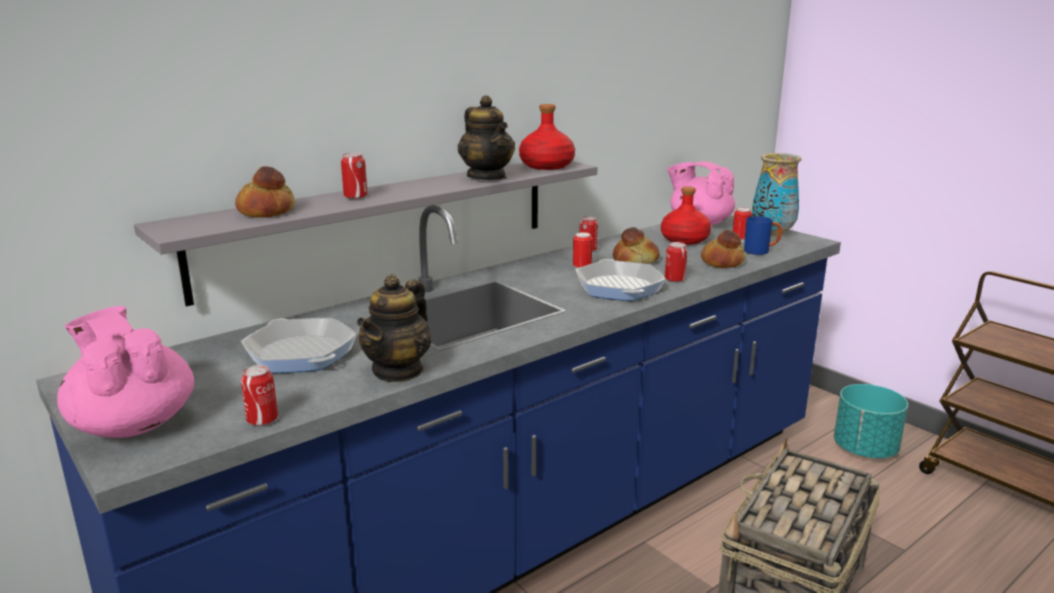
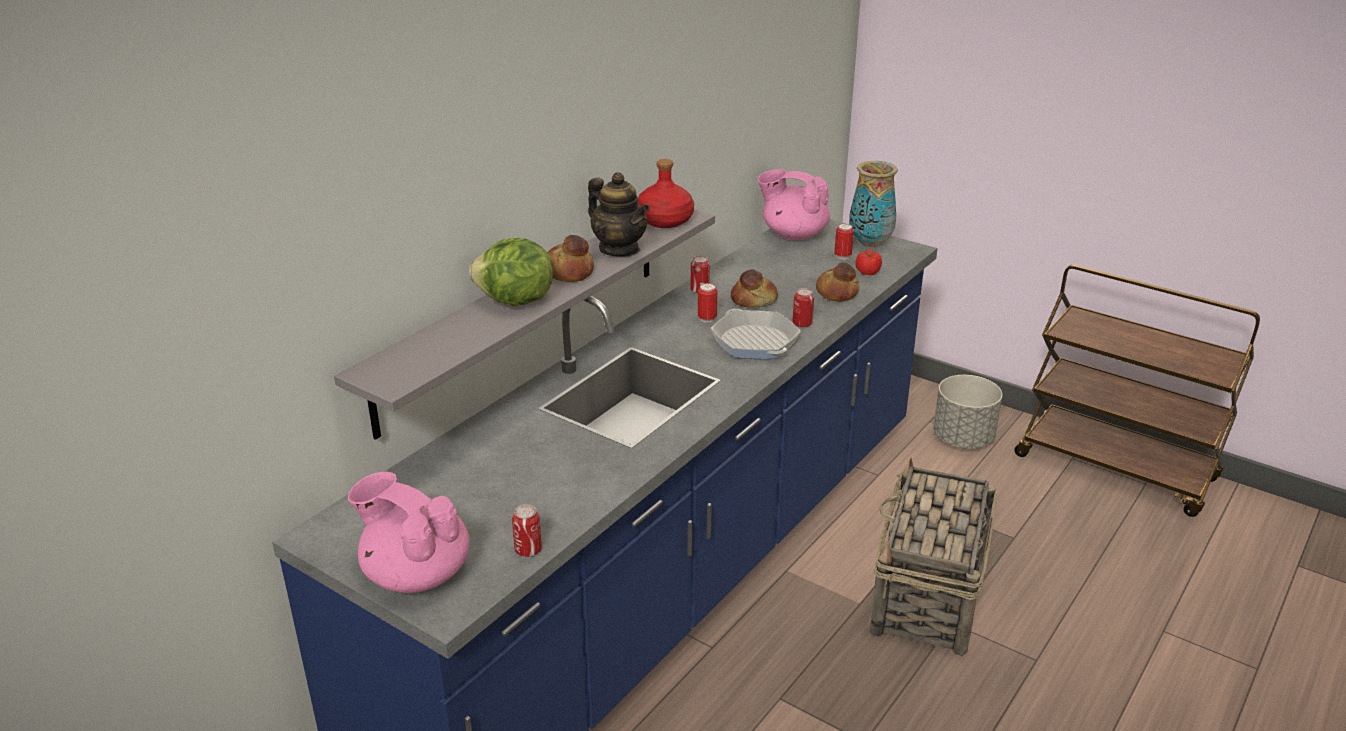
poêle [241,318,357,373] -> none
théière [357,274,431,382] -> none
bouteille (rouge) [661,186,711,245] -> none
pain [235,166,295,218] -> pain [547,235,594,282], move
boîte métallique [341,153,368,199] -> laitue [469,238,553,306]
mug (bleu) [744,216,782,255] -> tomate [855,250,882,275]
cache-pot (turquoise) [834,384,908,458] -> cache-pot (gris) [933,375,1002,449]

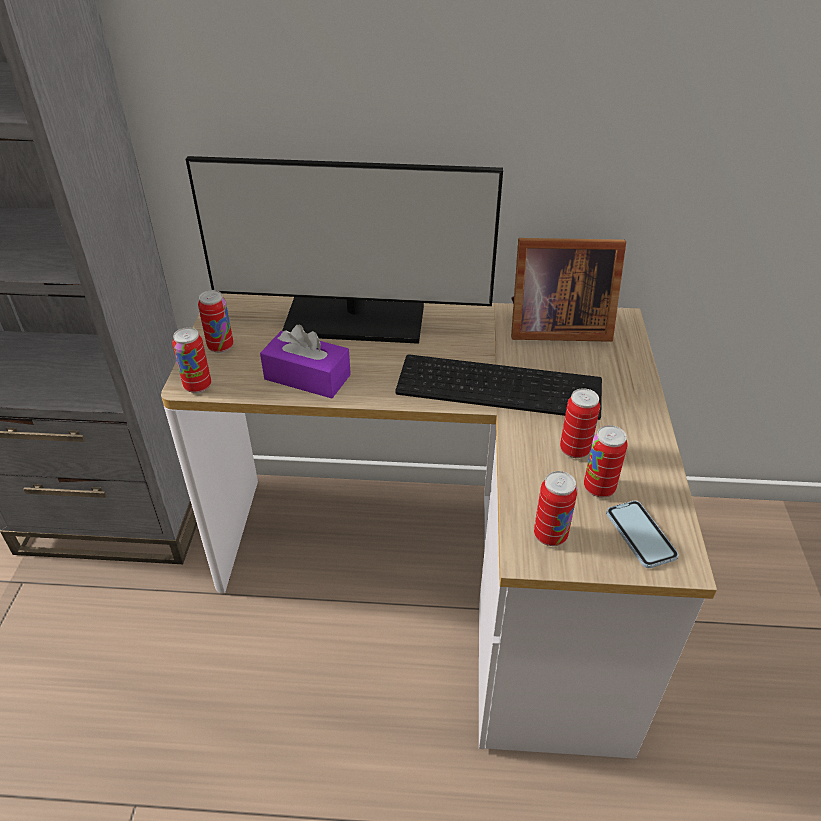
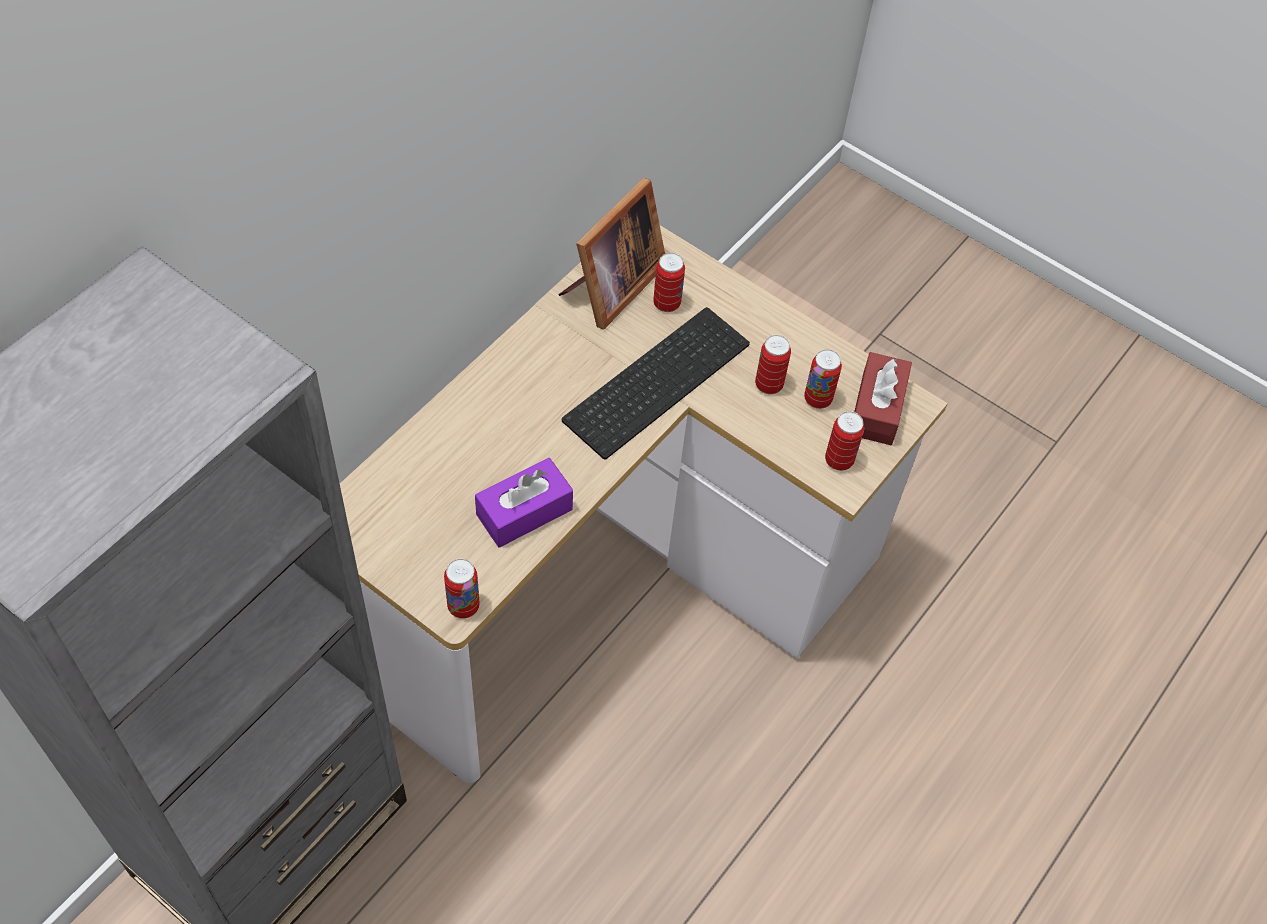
écran d'ordinateur [186,156,503,344] -> none
boîte métallique [198,290,233,353] -> boîte métallique [653,253,685,312], move
téléphone [606,501,679,568] -> boîte à mouchoirs (rouge) [854,352,912,445]

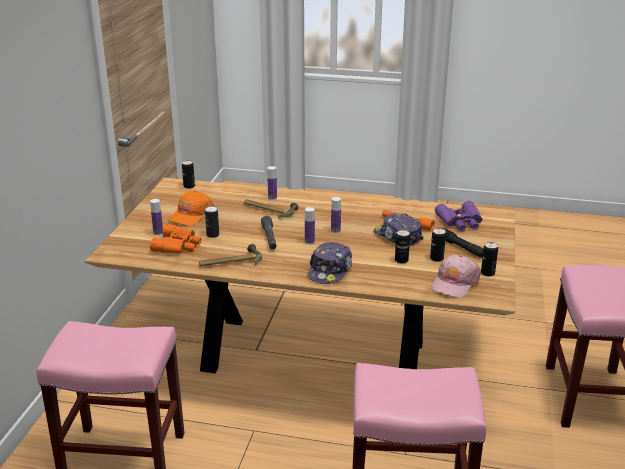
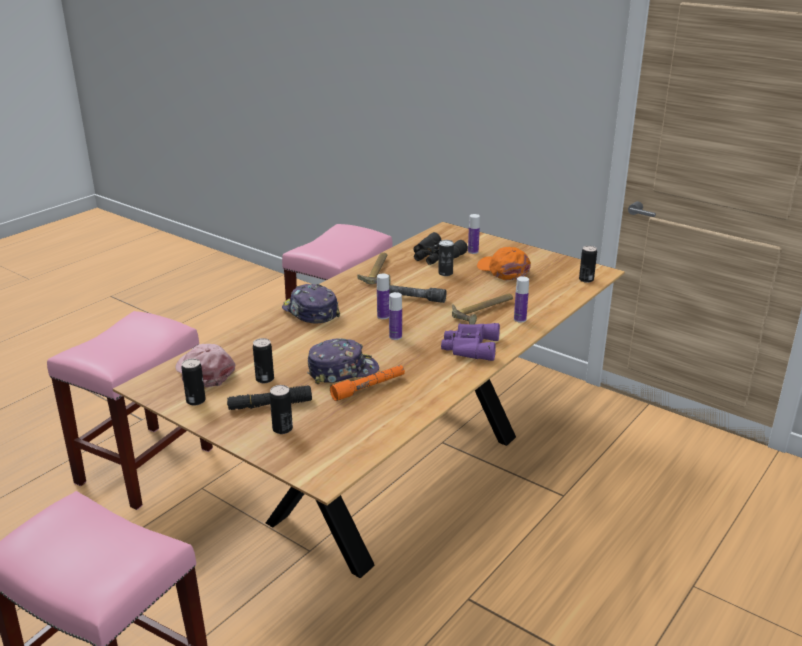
boîte métallique [395,230,410,264] -> boîte métallique [270,385,293,434], move
jumelles (violet) [435,201,482,231] -> jumelles (violet) [441,323,500,361], move
jumelles (orange) [150,223,201,253] -> jumelles (noir) [413,232,468,265]

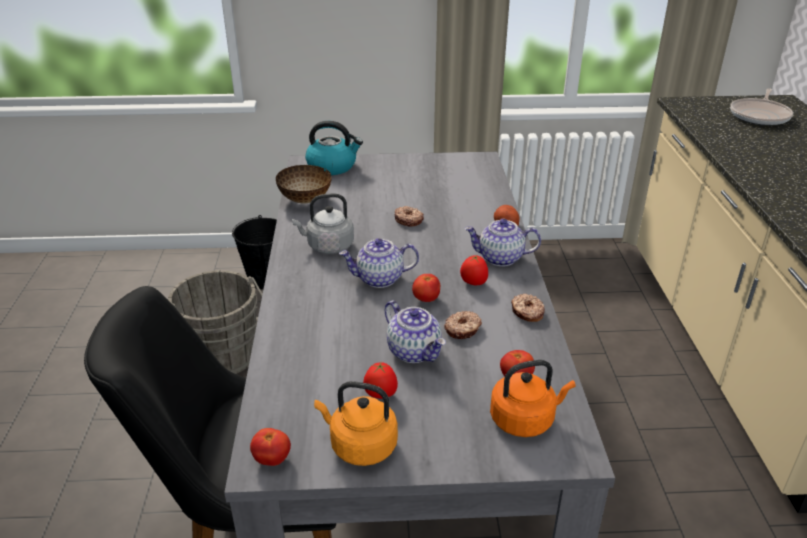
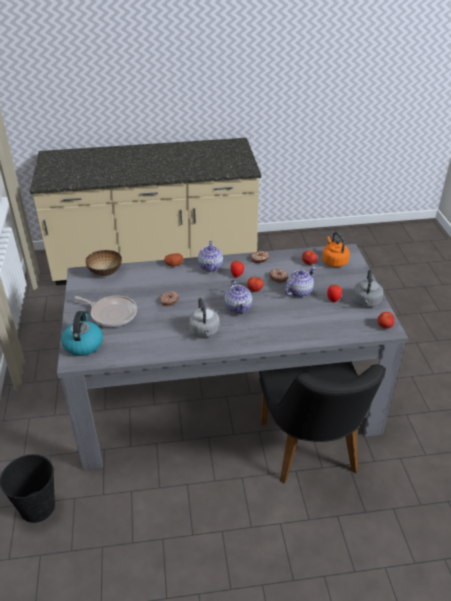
seau (gris) [168,270,262,374] -> none
bol [276,165,331,203] -> bol [86,250,122,276], move
poêle [730,88,793,126] -> poêle [74,295,137,327], move
bouilloire (orange) [314,381,398,466] -> bouilloire (gris) [353,269,384,307]

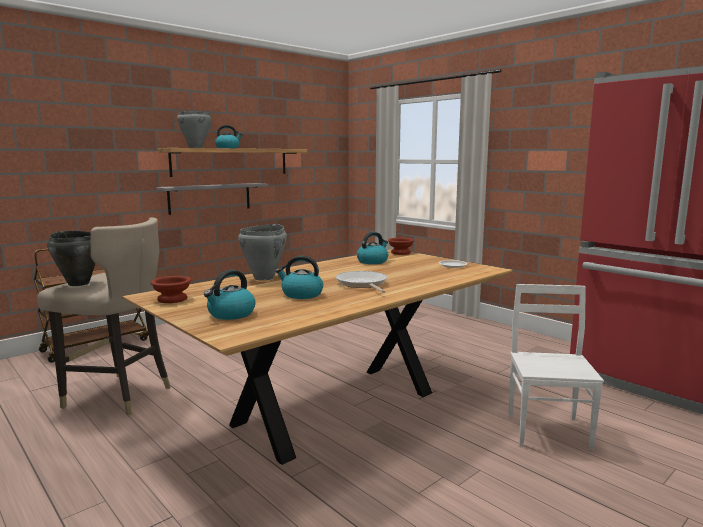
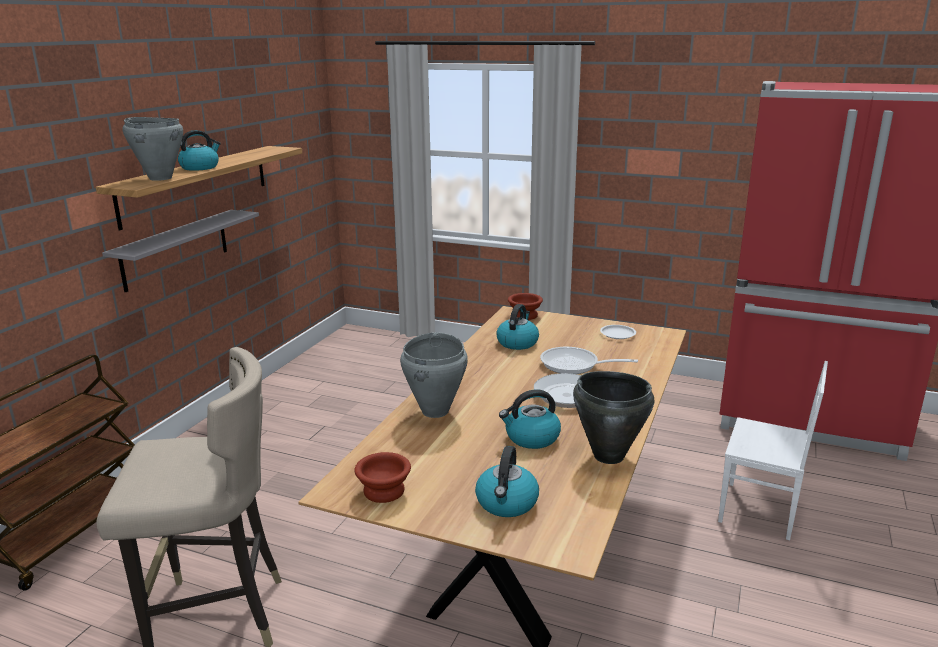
none -> poêle [540,347,638,374]
marmite (noir) [47,231,96,286] -> marmite (noir) [573,371,654,464], move
chaise (blanc) [509,284,604,450] -> chaise (blanc) [718,361,828,540], 135 degrees clockwise

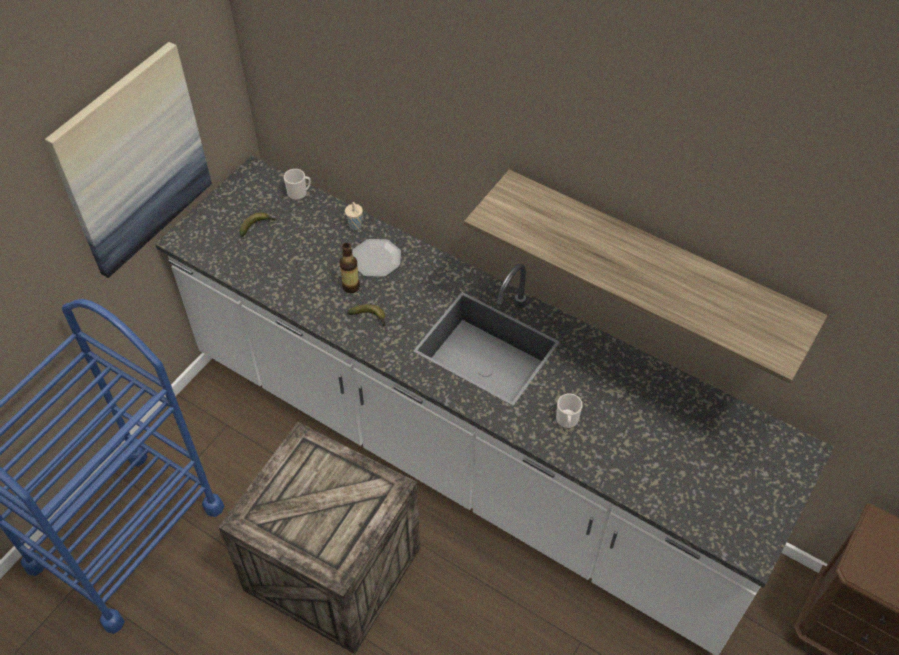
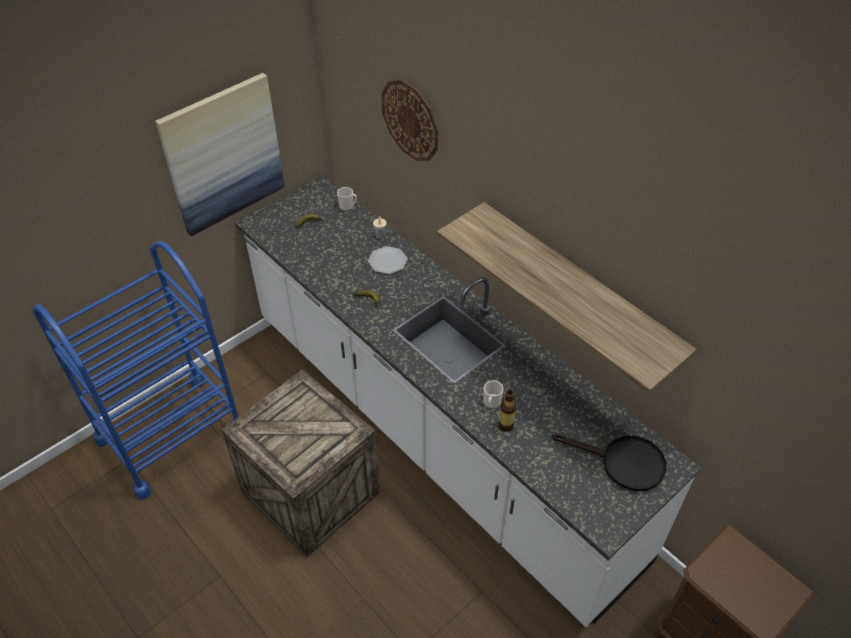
none -> horloge murale [381,80,438,161]
none -> poêle (noir) [552,434,667,491]
bouteille [339,243,360,293] -> bouteille [498,390,516,432], move

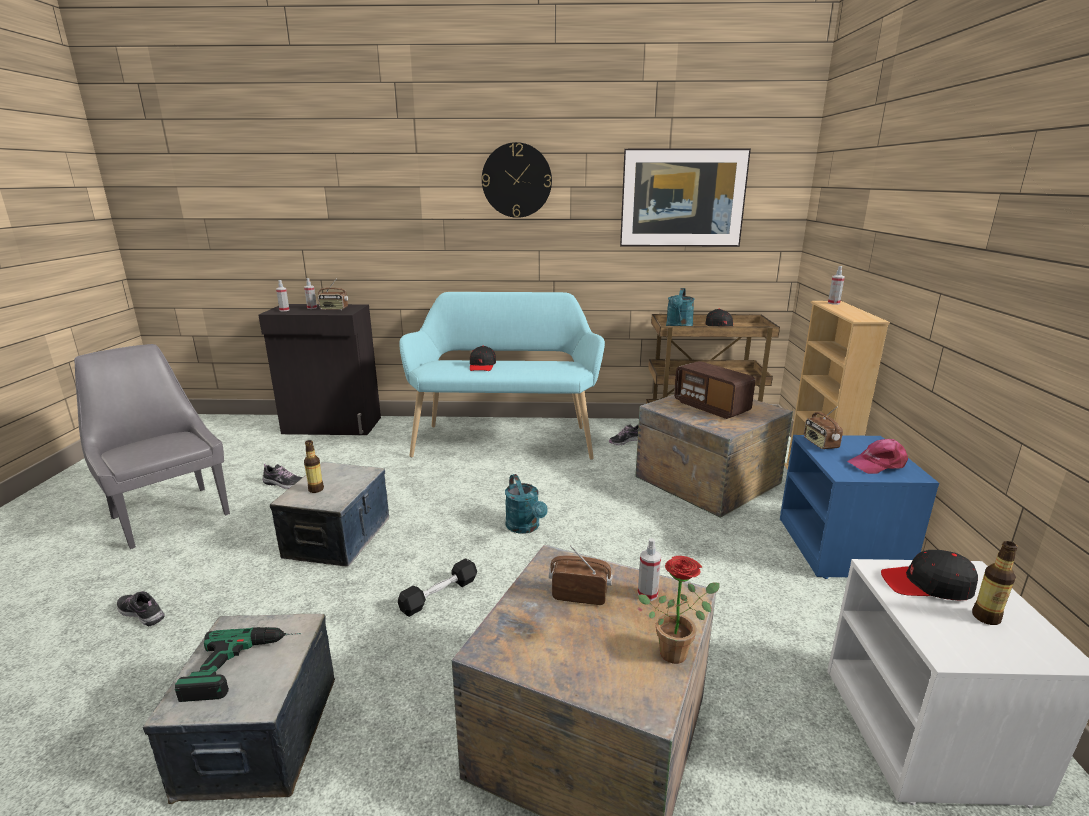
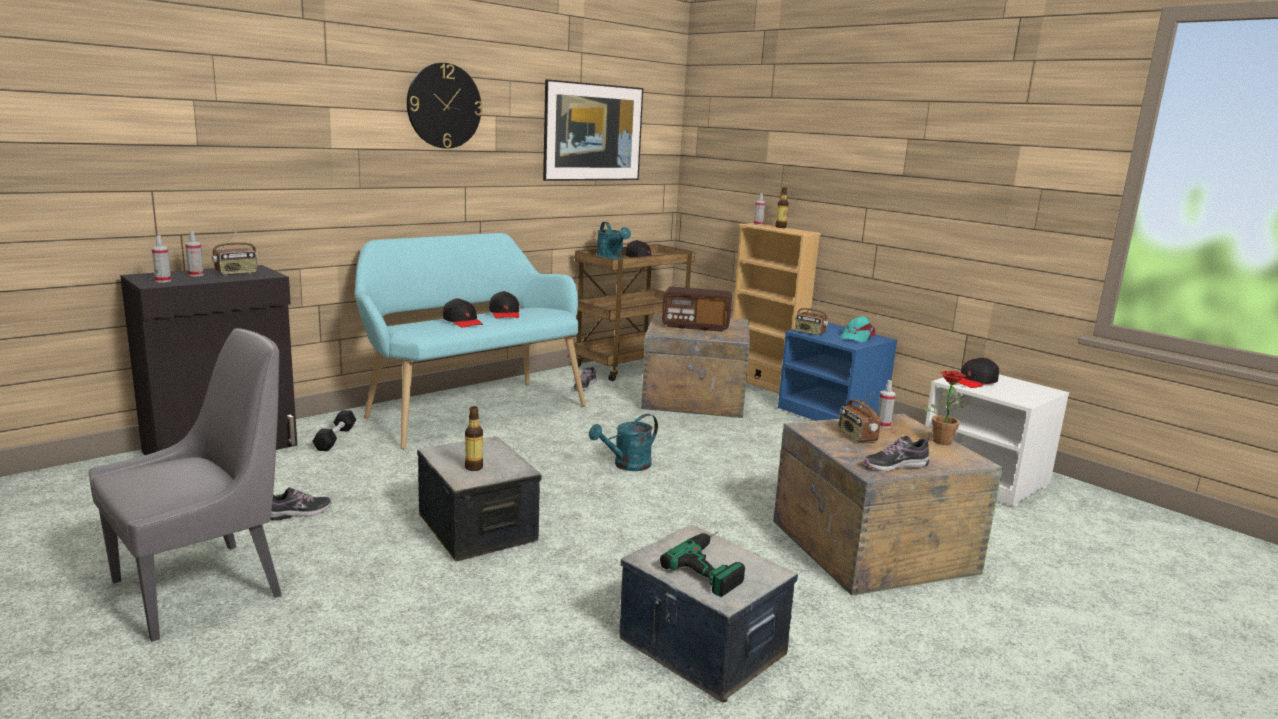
none -> casquette (noir) [489,291,519,319]
chaussure [117,591,165,626] -> chaussure [864,436,929,471], move
haltère (noir) [398,559,477,617] -> haltère (noir) [312,410,356,451], move
bouteille [972,541,1018,625] -> bouteille [775,187,789,228], move
casquette (rose) [847,439,908,474] -> casquette (turquoise) [841,316,875,343]
chaise (gris) [74,344,230,549] -> chaise (gris) [89,328,282,642], 135 degrees clockwise
arrosoir (turquoise) [505,474,548,533] -> arrosoir (turquoise) [589,414,658,471], 120 degrees clockwise
radio [549,545,612,605] -> radio [839,392,881,442], 75 degrees counterclockwise

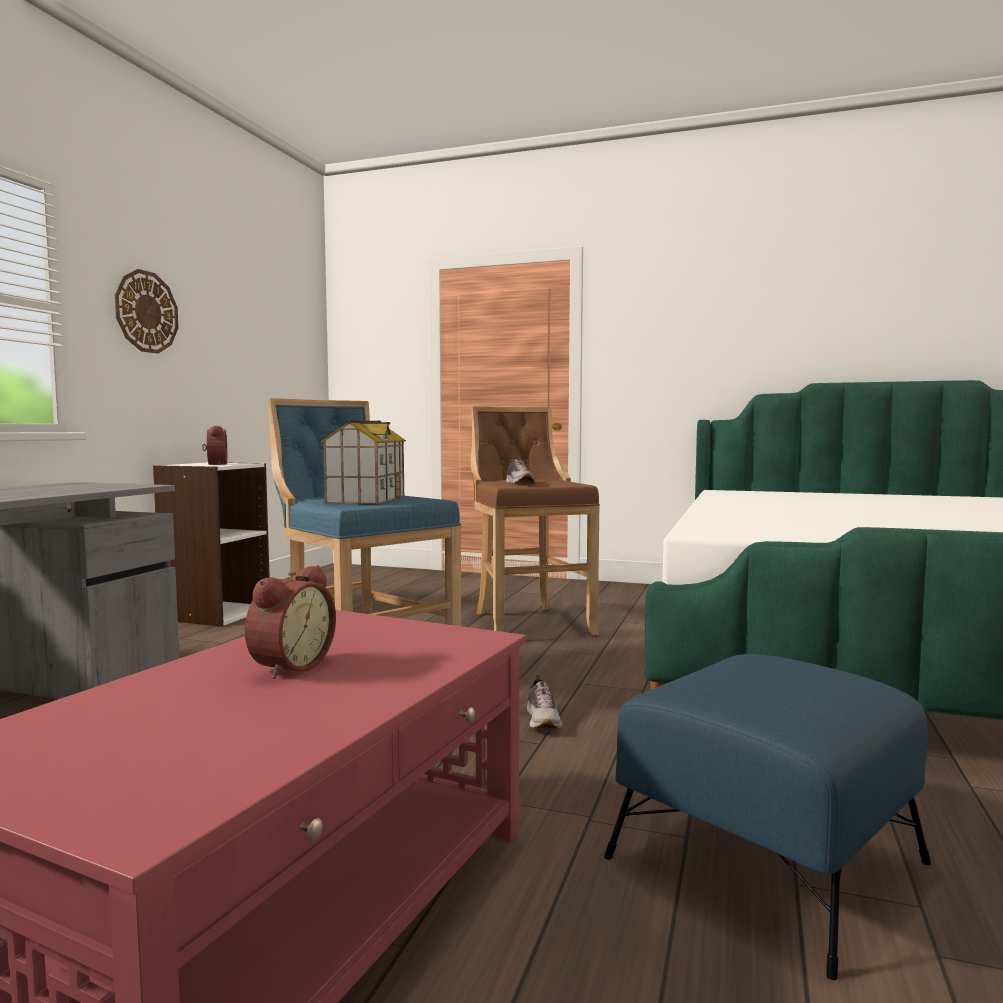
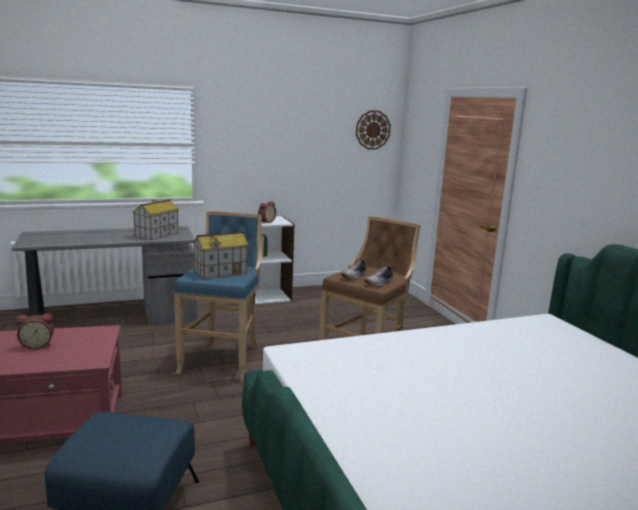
none -> maison miniature [133,199,179,240]
horloge murale [115,269,178,354] -> horloge murale [356,110,391,150], move
chaussure [527,675,563,729] -> chaussure [364,265,394,287], move

